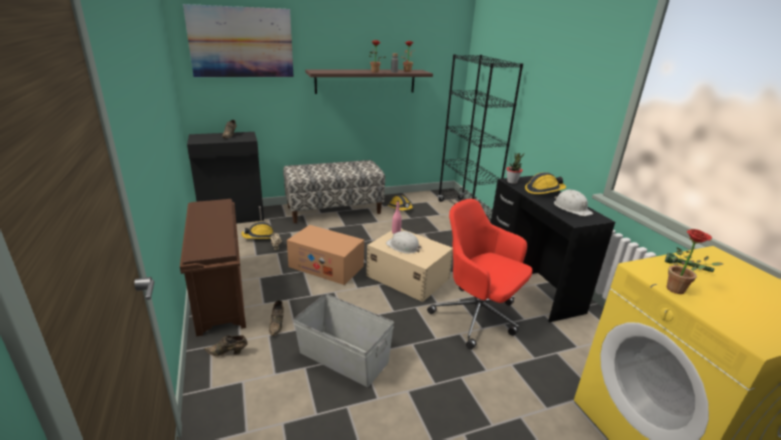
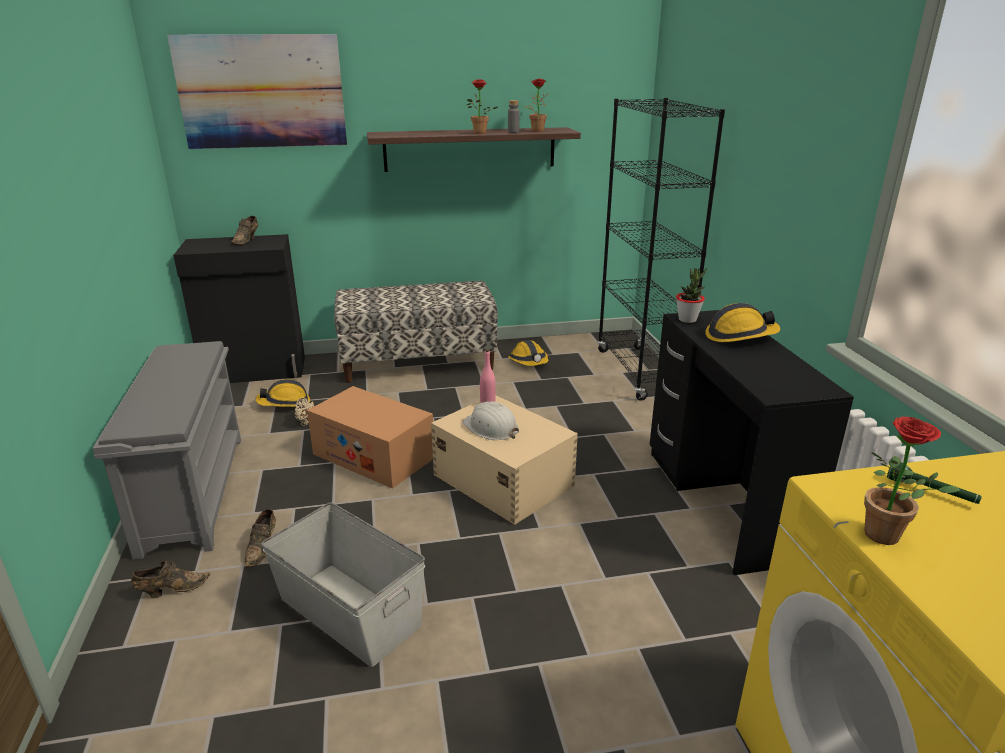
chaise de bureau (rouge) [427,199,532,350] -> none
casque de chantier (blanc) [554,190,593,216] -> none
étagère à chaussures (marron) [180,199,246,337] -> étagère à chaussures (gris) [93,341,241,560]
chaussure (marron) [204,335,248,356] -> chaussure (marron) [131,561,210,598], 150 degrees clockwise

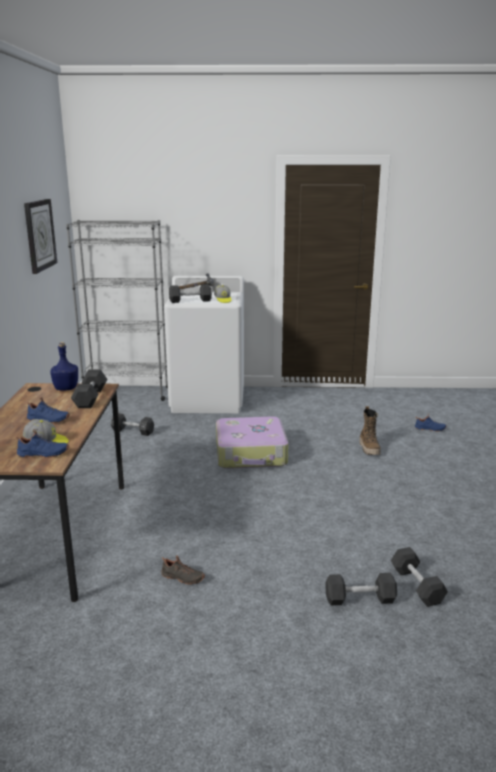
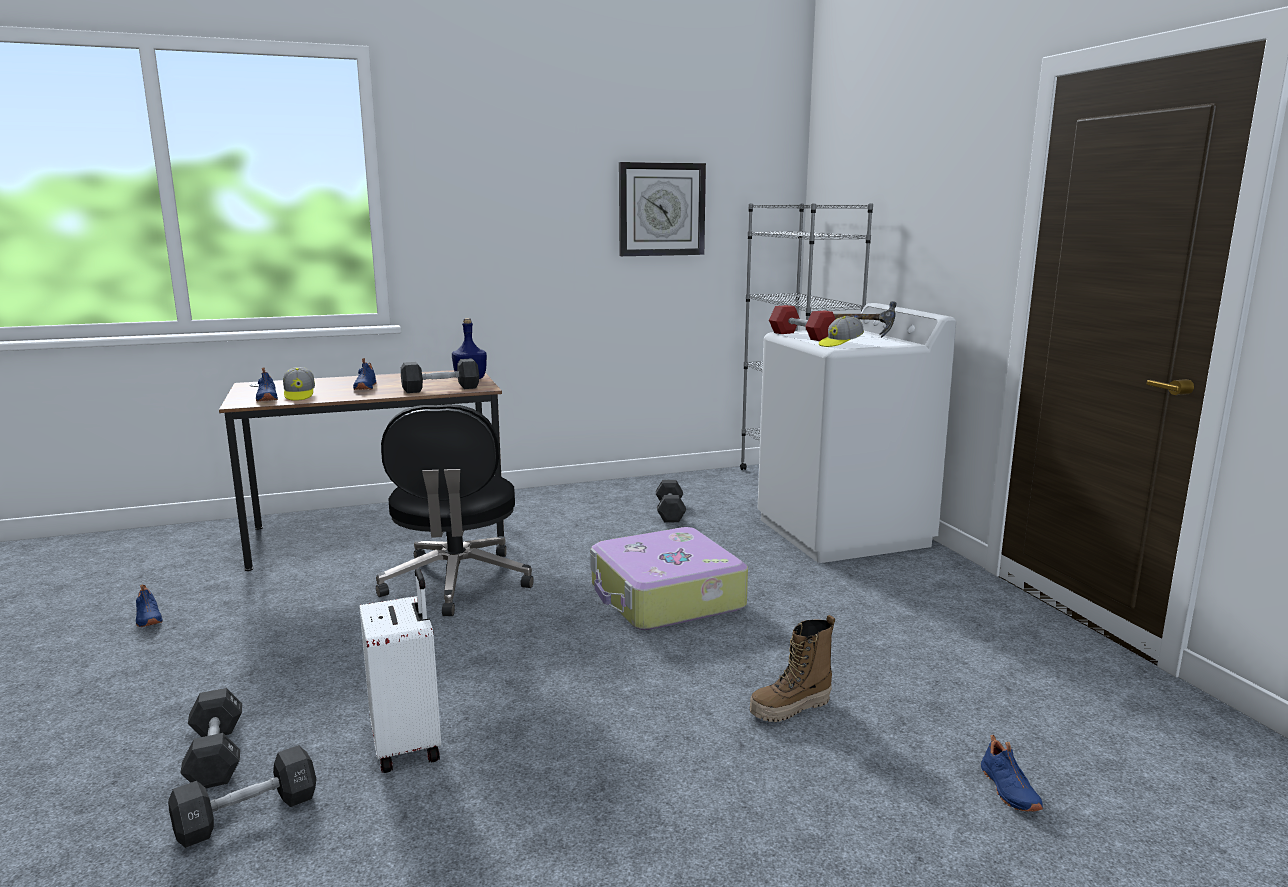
chaussure (noir) [161,556,205,585] -> none
none -> chaussure (bleu) [136,584,163,627]
none -> valise (blanc) [359,568,441,773]
none -> chaise de bureau (noir) [376,404,534,616]
haltère (noir) [169,284,212,303] -> haltère (rouge) [769,305,836,341]

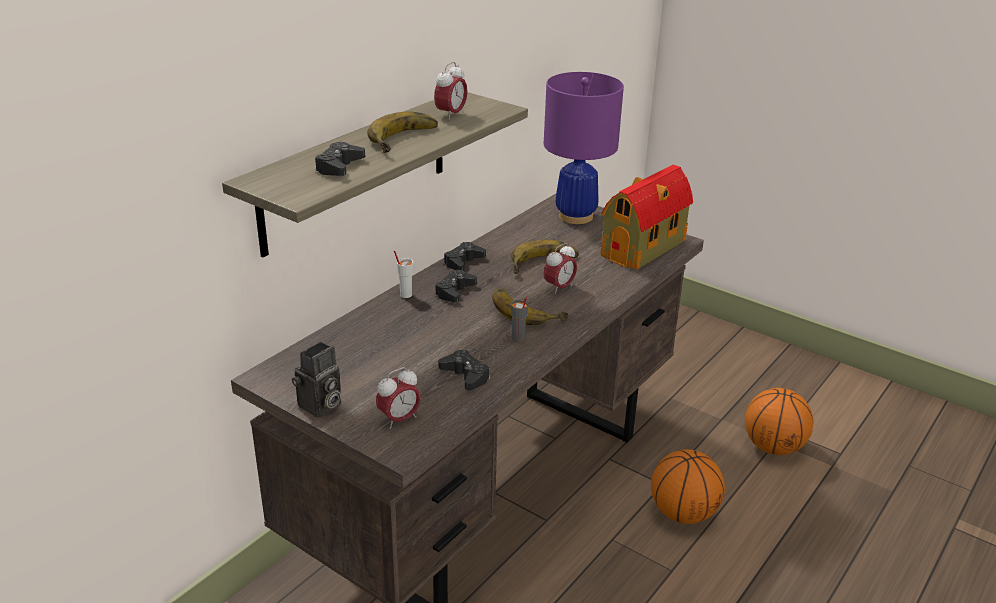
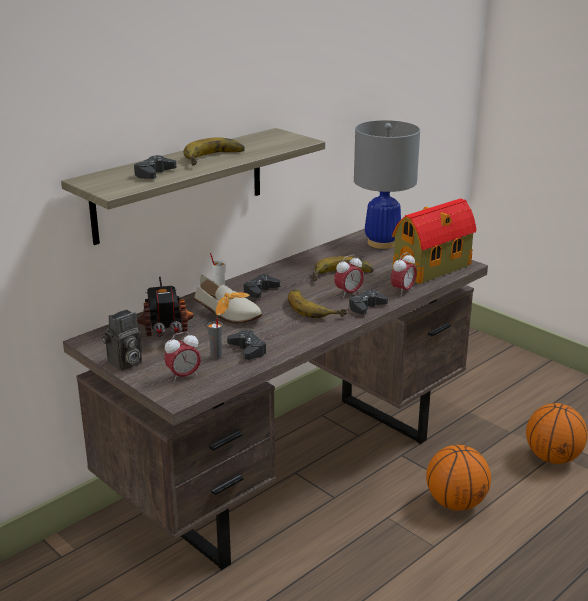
none -> camion jouet [137,276,194,337]
none -> chaussure [194,275,263,324]
réveil [434,62,468,120] -> réveil [391,252,417,296], move
manette (noir) [444,242,486,271] -> manette (noir) [349,290,388,315], move
tasse (gris) [511,297,528,342] -> tasse (gris) [207,318,223,359], move
lampe de table (violet) [544,72,624,224] -> lampe de table (gris) [354,120,420,249]

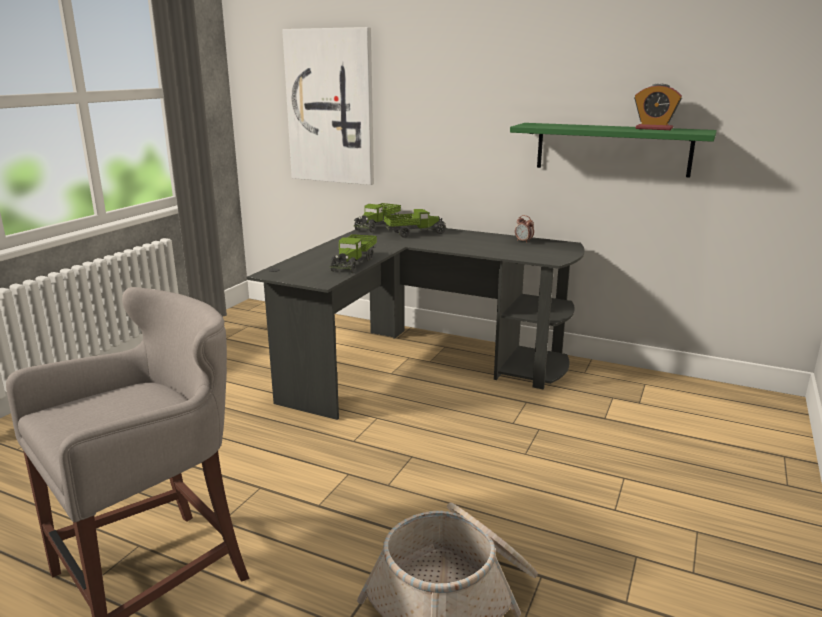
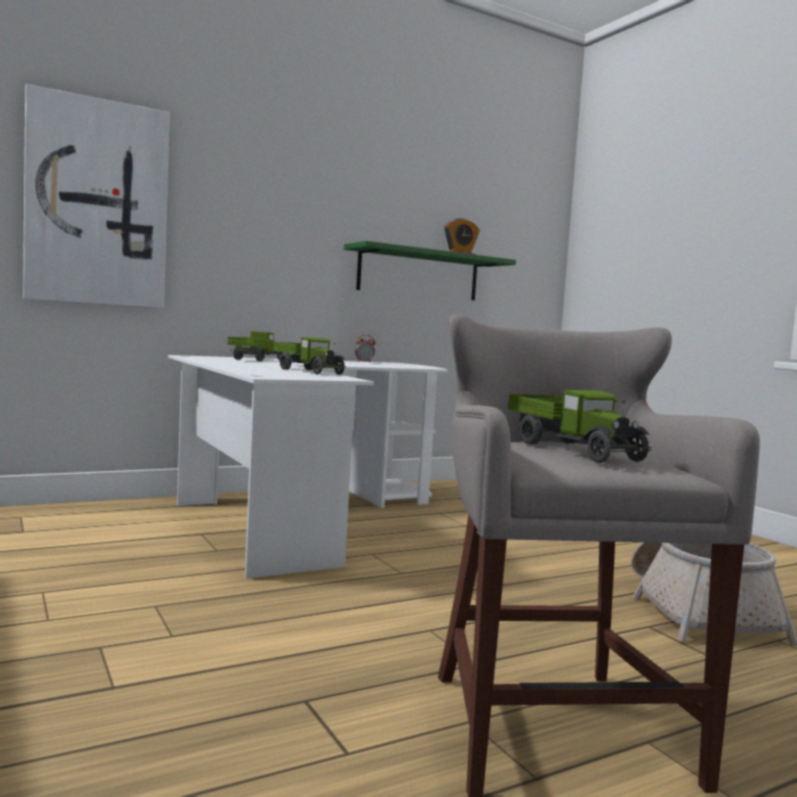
camion jouet [353,203,401,232] -> camion jouet [508,390,651,463], move
bureau (noir) [247,222,584,420] -> bureau (blanc) [168,355,448,579]

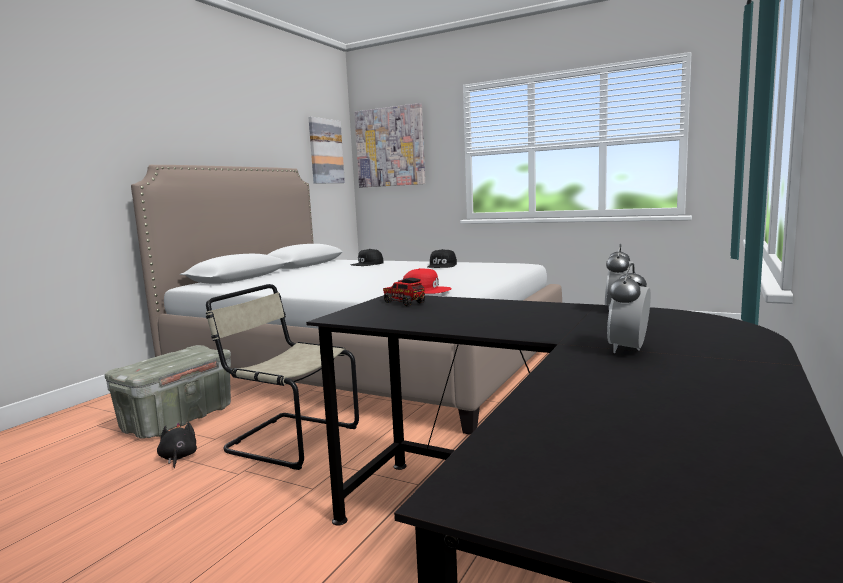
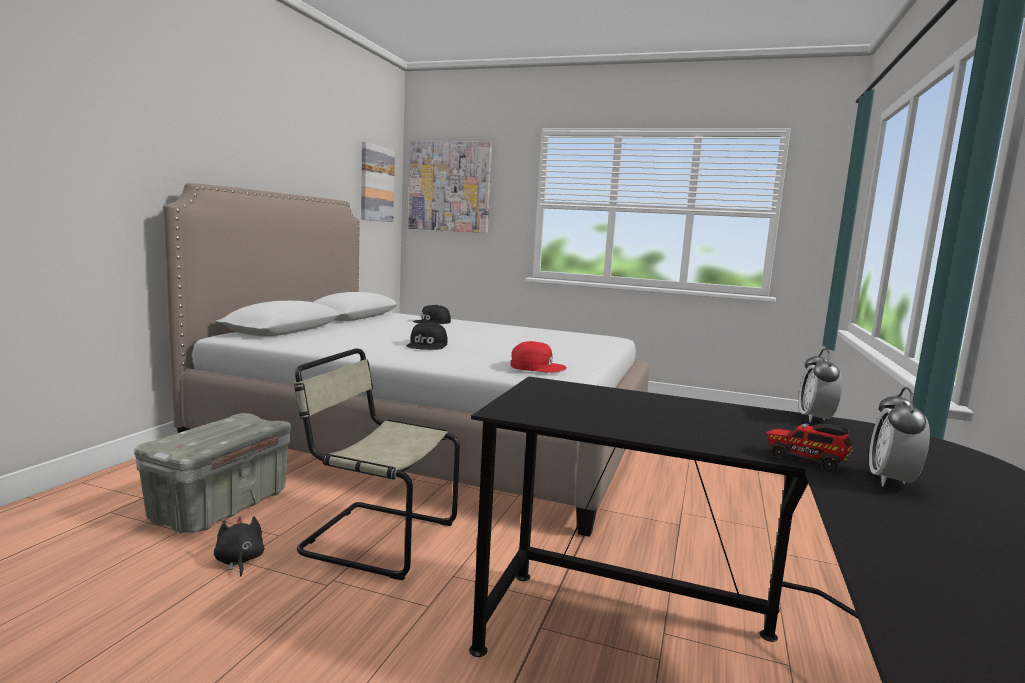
camion jouet [383,278,425,306] -> camion jouet [766,423,853,472], move
casquette (noir) [427,249,457,268] -> casquette (noir) [406,323,448,350], move

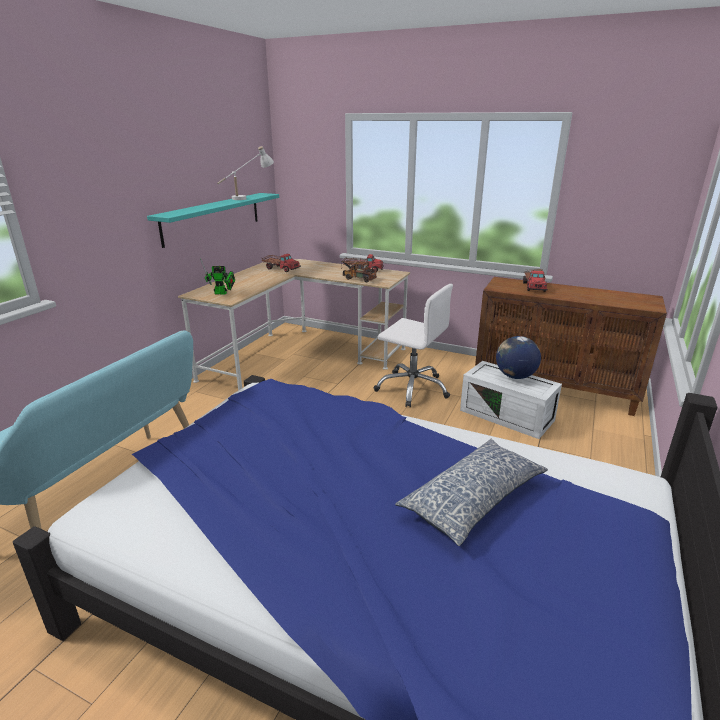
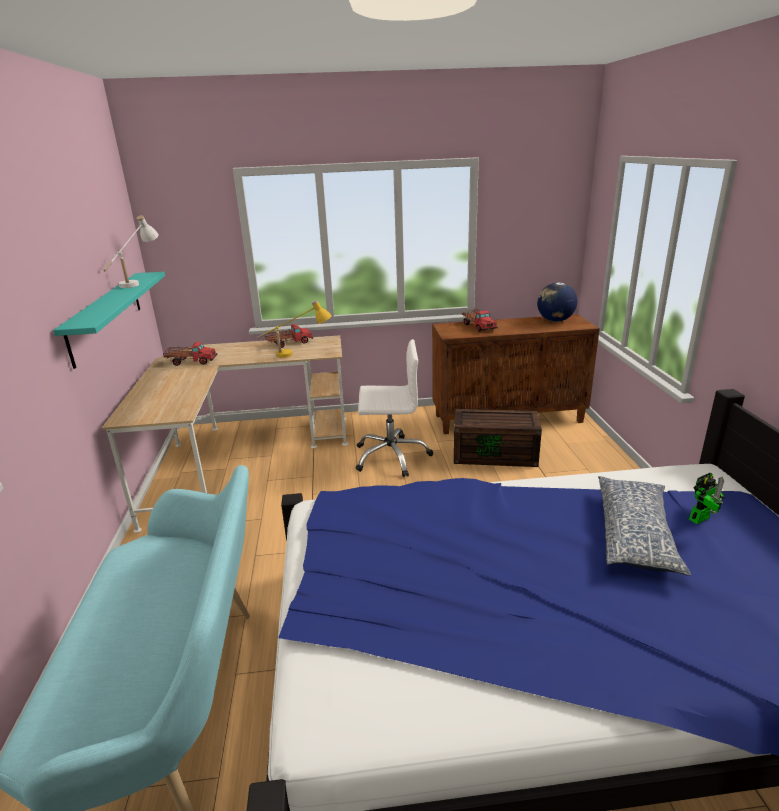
robot jouet [200,258,235,295] -> robot jouet [689,473,725,524], move
globe [496,336,541,379] -> globe [537,283,577,322], move
camion jouet [341,261,377,283] -> lampe de table (jaune) [256,300,332,358]
boîte de rangement (blanc) [460,361,562,439] -> boîte de rangement (marron) [454,409,542,467]

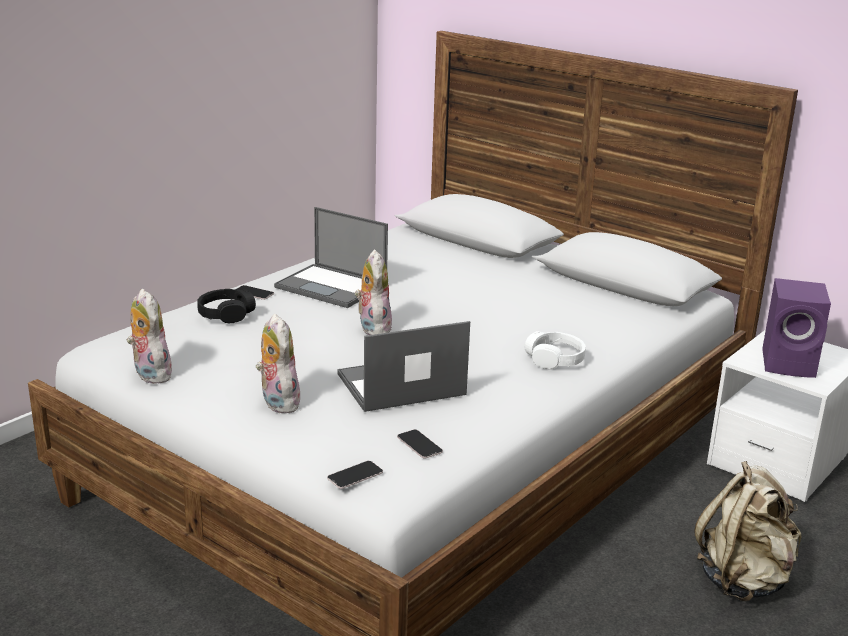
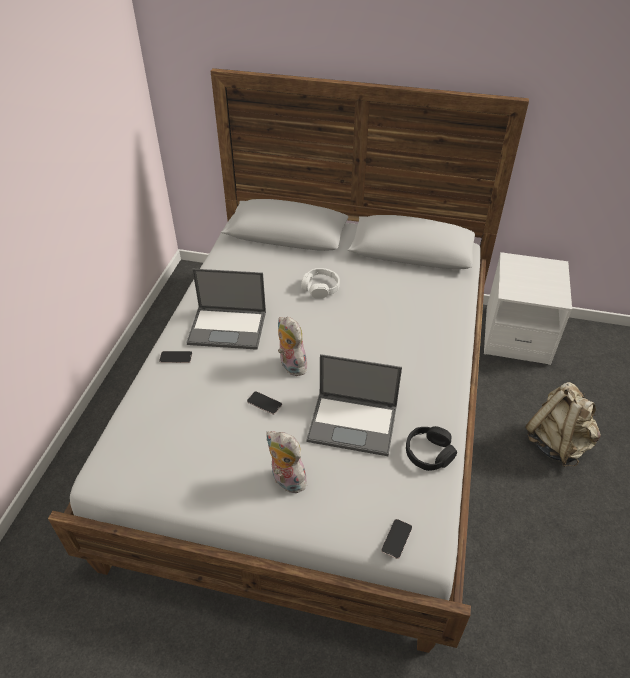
peluche [127,289,172,384] -> none
enceinte (violet) [762,278,831,378] -> none
casque audio (noir) [197,289,256,323] -> casque audio (noir) [406,426,457,471], move
téléphone [397,429,443,459] -> téléphone [247,391,282,415], move
casque audio (blanc) [525,331,586,369] -> casque audio (blanc) [301,268,340,299], move
ordinateur portable [337,321,470,412] -> ordinateur portable [306,354,402,456], 120 degrees counterclockwise

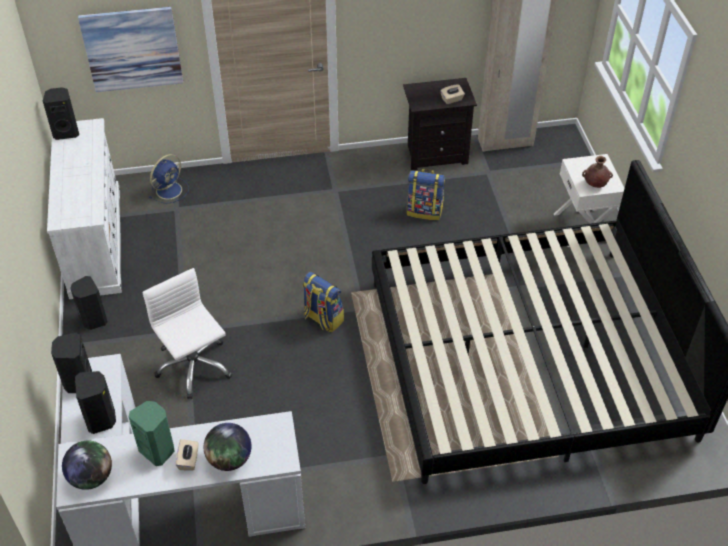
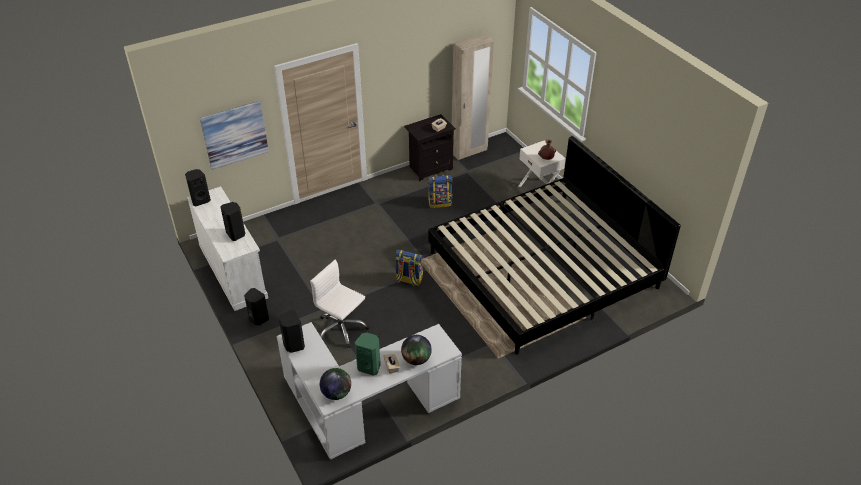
ventilateur (bleu) [149,154,189,204] -> none
enceinte (noir) [75,371,116,434] -> enceinte (noir) [220,202,245,241], move

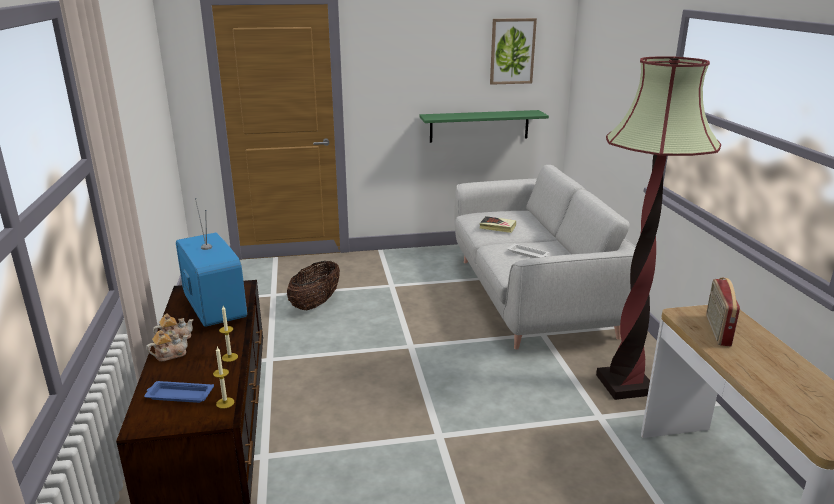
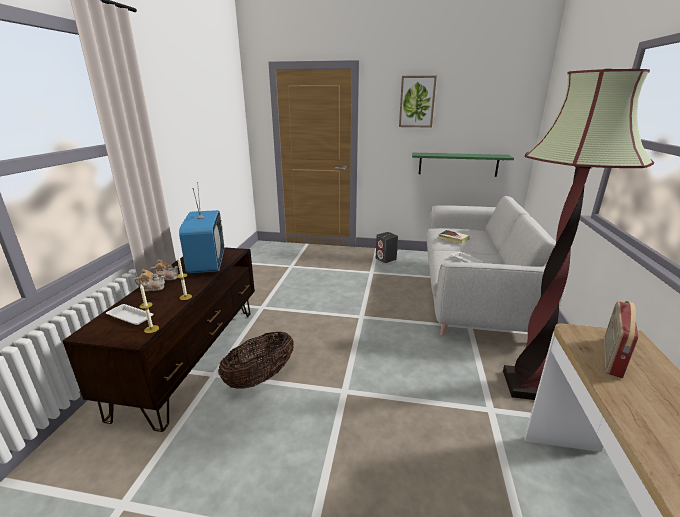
none -> enceinte (gris) [376,232,398,263]
panier [287,261,340,310] -> panier [218,332,294,389], move
tableau [490,18,537,85] -> tableau [399,76,437,128], move
plateau (bleu) [144,381,214,403] -> plateau (blanc) [106,304,153,325]

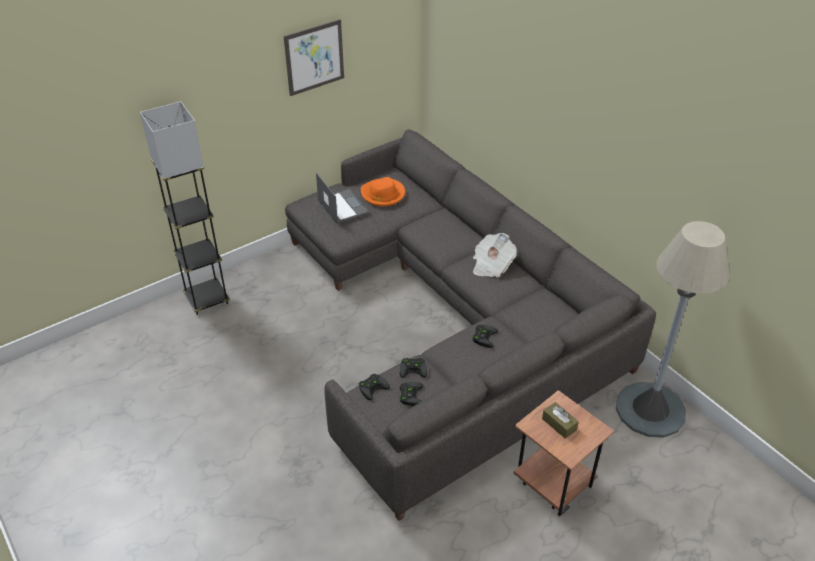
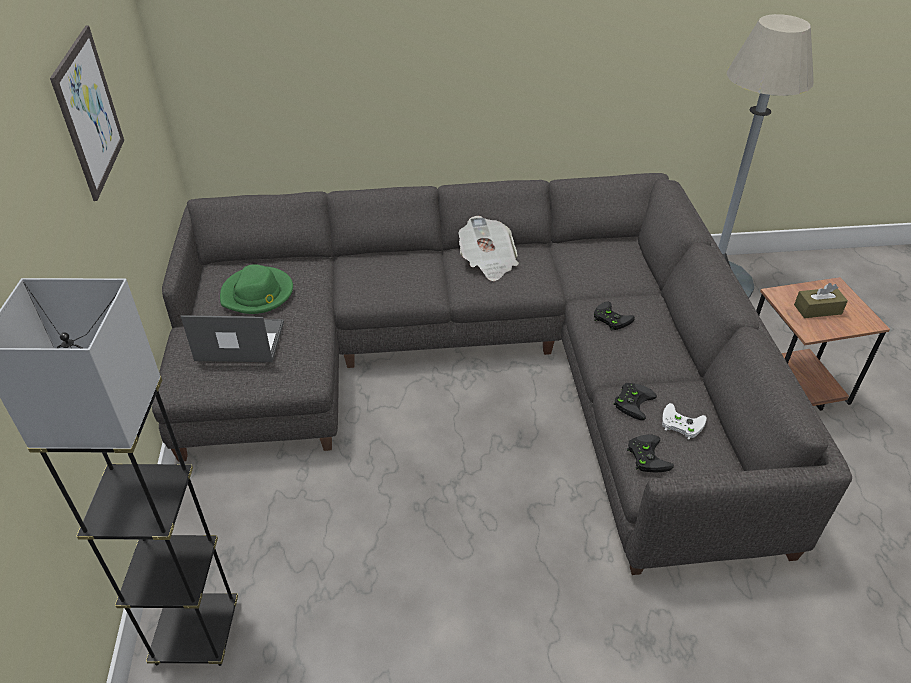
chapeau (orange) [361,177,405,206] -> chapeau (vert) [220,264,293,314]
manette (noir) [400,382,423,406] -> manette (blanc) [662,403,707,440]

